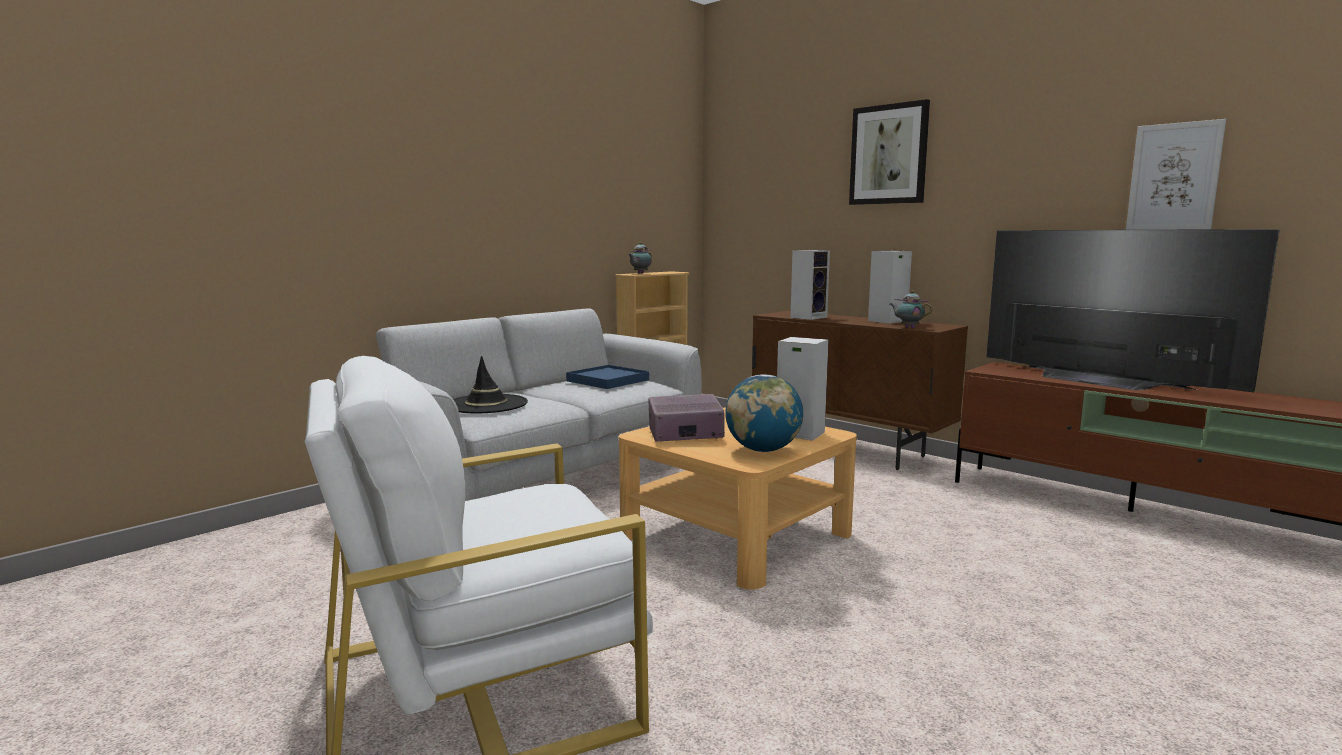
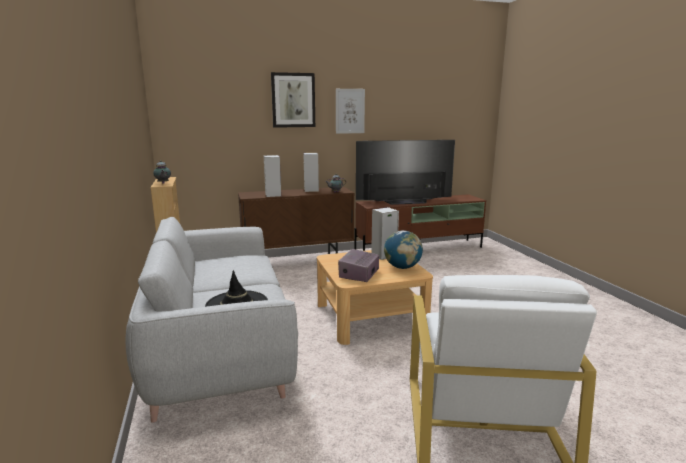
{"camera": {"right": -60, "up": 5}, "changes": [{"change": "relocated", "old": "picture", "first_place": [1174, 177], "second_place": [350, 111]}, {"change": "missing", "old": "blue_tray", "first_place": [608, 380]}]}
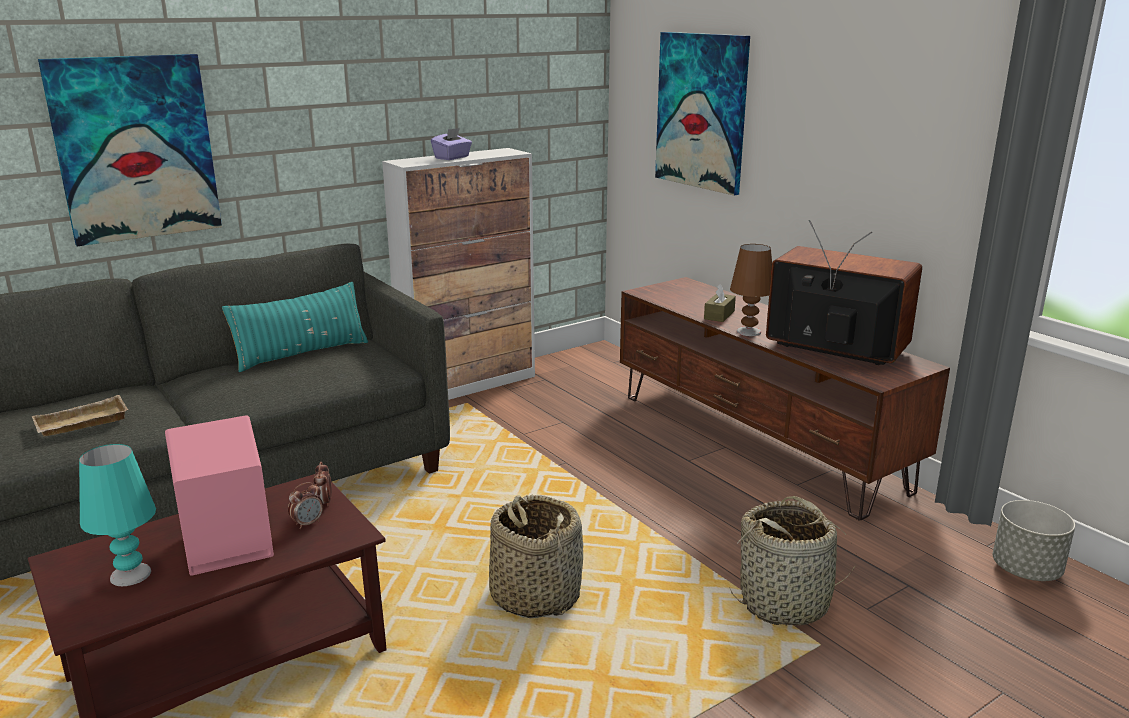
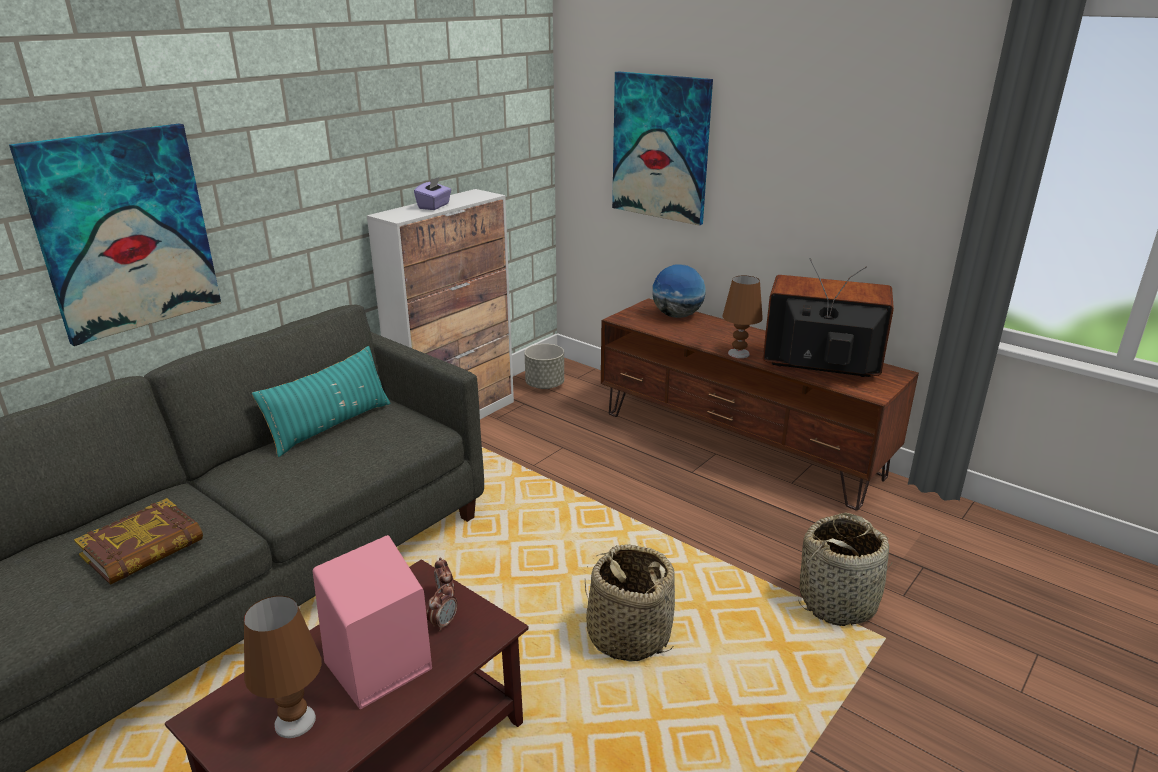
{"camera": {"right": -15, "up": 5}, "changes": [{"change": "missing", "old": "brown_tissue_box", "first_place": [719, 315]}, {"change": "exchanged", "old": "beige_tray", "new": "book", "first_place": [81, 424], "second_place": [143, 548]}, {"change": "colour", "old": "turquoise_table_lamp", "new": "brown_table_lamp", "first_place": [131, 574], "second_place": [295, 721]}, {"change": "relocated", "old": "grey_planter", "first_place": [1026, 570], "second_place": [545, 385]}, {"change": "appeared", "new": "globe", "second_place": [677, 316]}]}
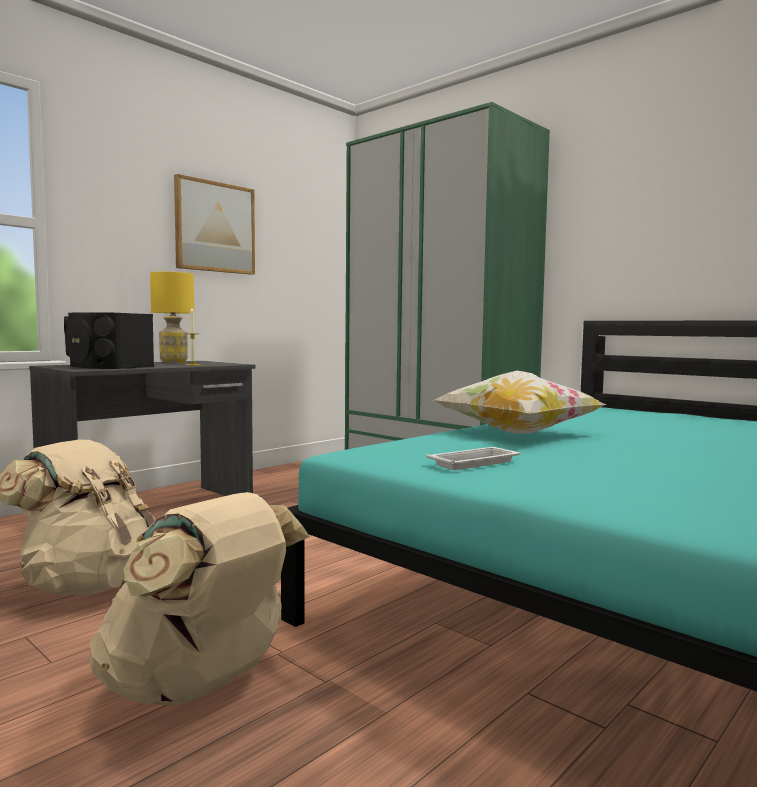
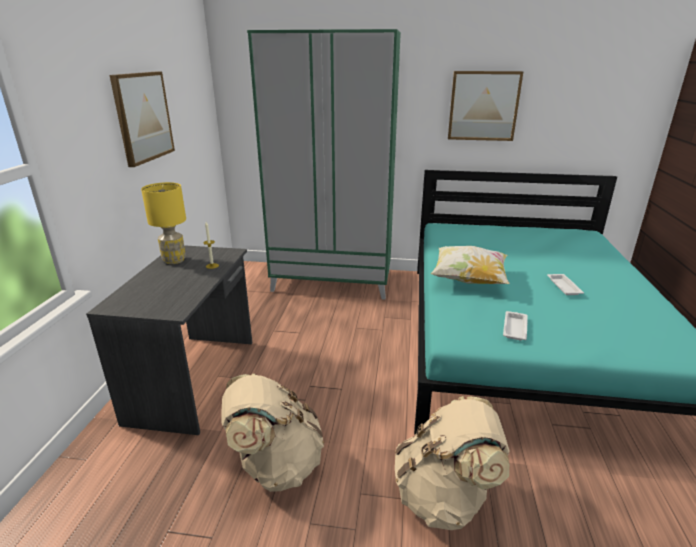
{"camera": {"right": -35, "up": 20}, "changes": [{"change": "missing", "old": "black_speaker", "first_place": [105, 366]}, {"change": "appeared", "new": "picture", "second_place": [483, 106]}, {"change": "appeared", "new": "white_tray", "second_place": [563, 286]}]}
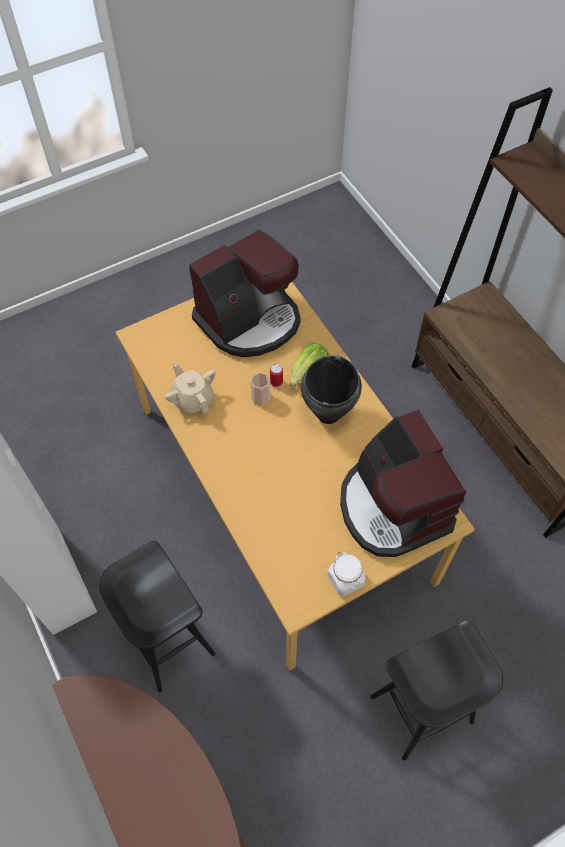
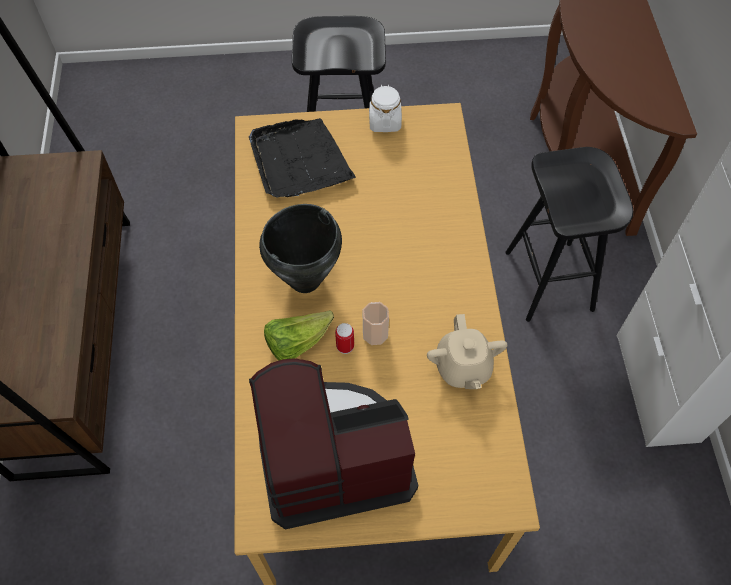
{"camera": {"right": -155, "up": 0}, "changes": [{"change": "exchanged", "old": "coffee_machine", "new": "black_tray", "first_place": [392, 507], "second_place": [299, 161]}]}
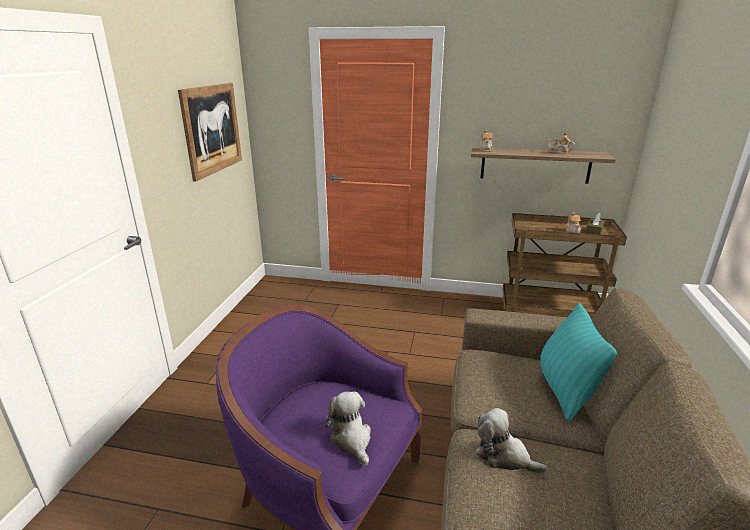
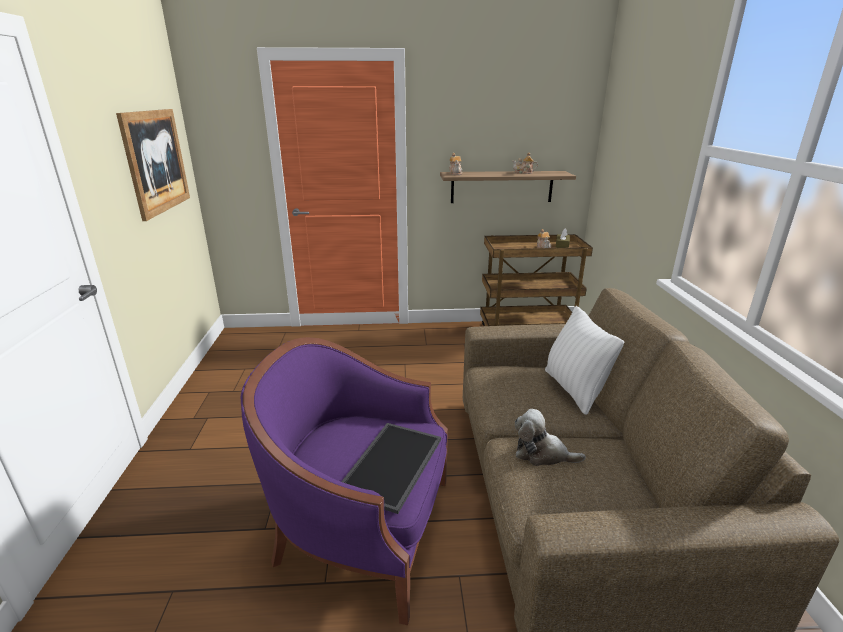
{"camera": {"right": -15, "up": 0}, "changes": [{"change": "colour", "old": "turquoise_pillow", "new": "white_pillow", "first_place": [565, 391], "second_place": [574, 390]}, {"change": "exchanged", "old": "plush_toy", "new": "tray", "first_place": [351, 439], "second_place": [393, 466]}]}
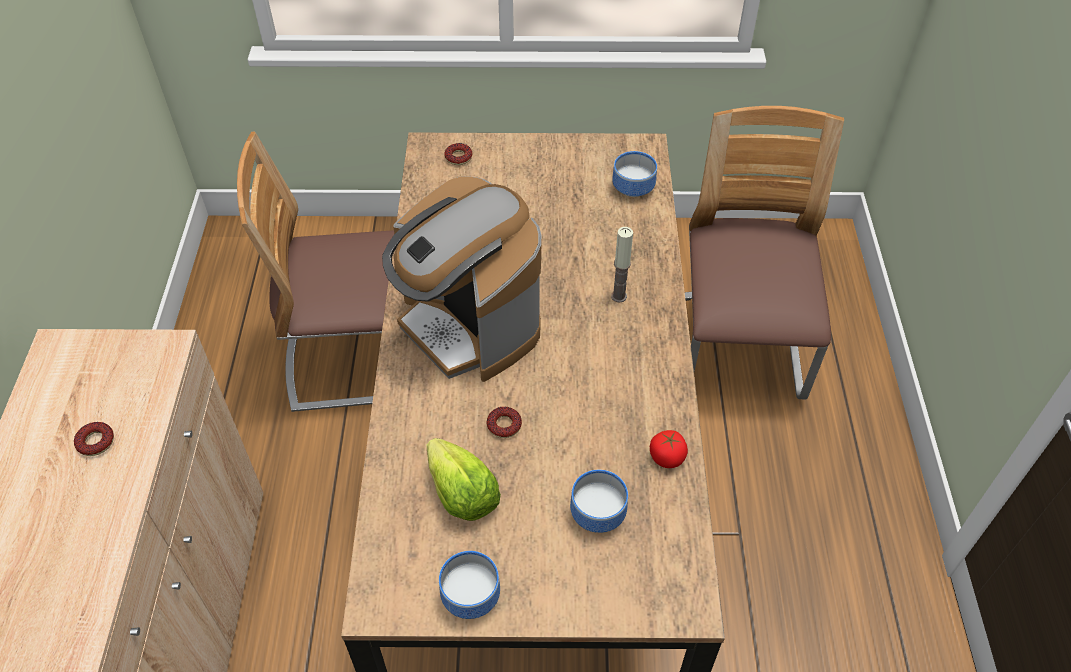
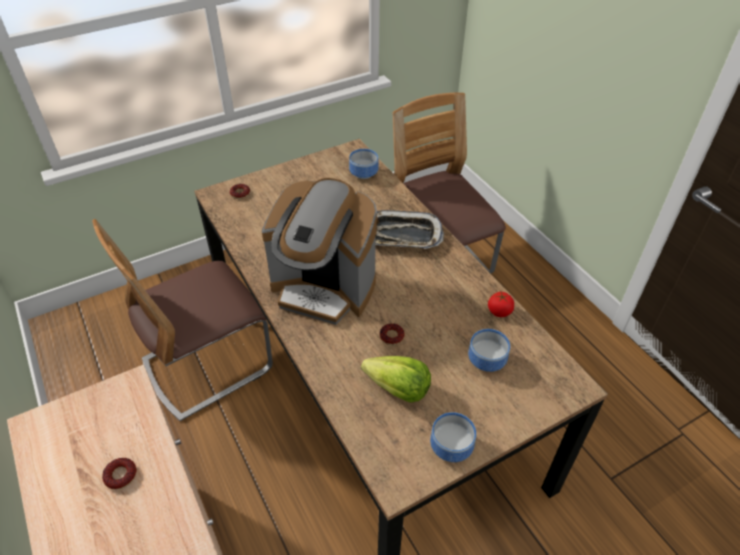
{"camera": {"right": -30, "up": -5}, "changes": [{"change": "exchanged", "old": "candle", "new": "tray", "first_place": [619, 296], "second_place": [402, 235]}]}
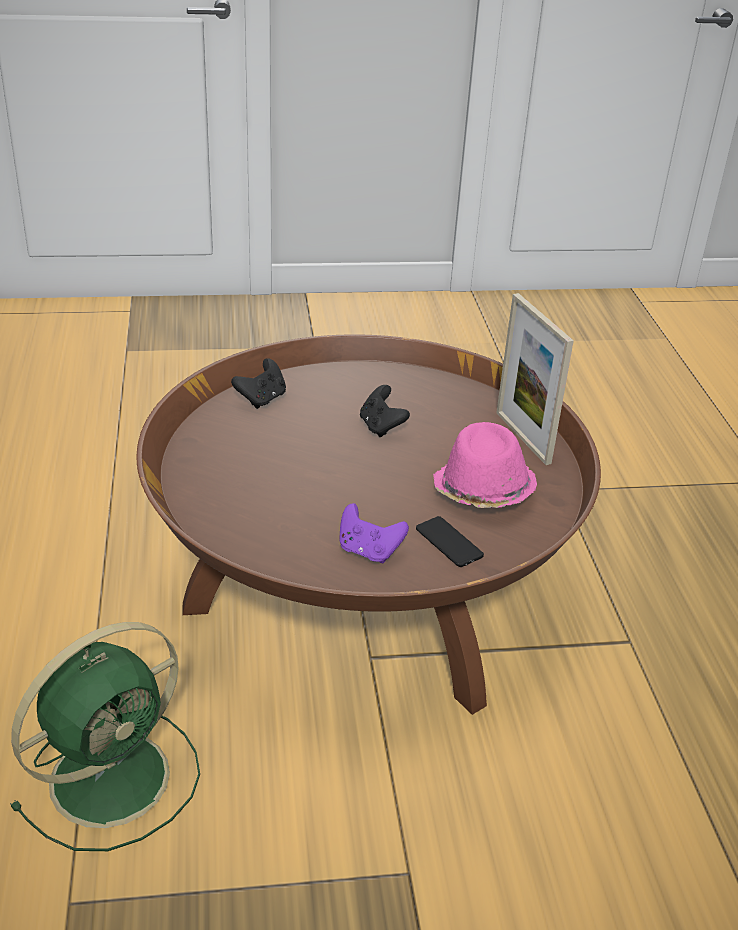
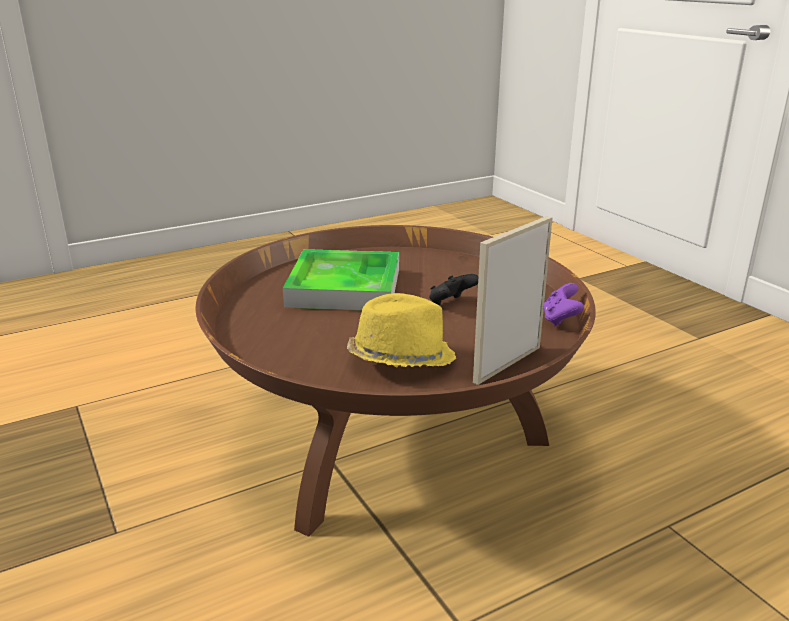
{"camera": {"right": 70, "up": -10}, "changes": [{"change": "missing", "old": "black_game_controller", "first_place": [262, 399]}, {"change": "colour", "old": "pink_hat", "new": "yellow_hat", "first_place": [482, 491], "second_place": [399, 359]}, {"change": "relocated", "old": "purple_game_controller", "first_place": [368, 551], "second_place": [560, 320]}, {"change": "missing", "old": "phone", "first_place": [449, 542]}, {"change": "missing", "old": "green_fan", "first_place": [114, 775]}, {"change": "appeared", "new": "tray", "second_place": [344, 287]}]}
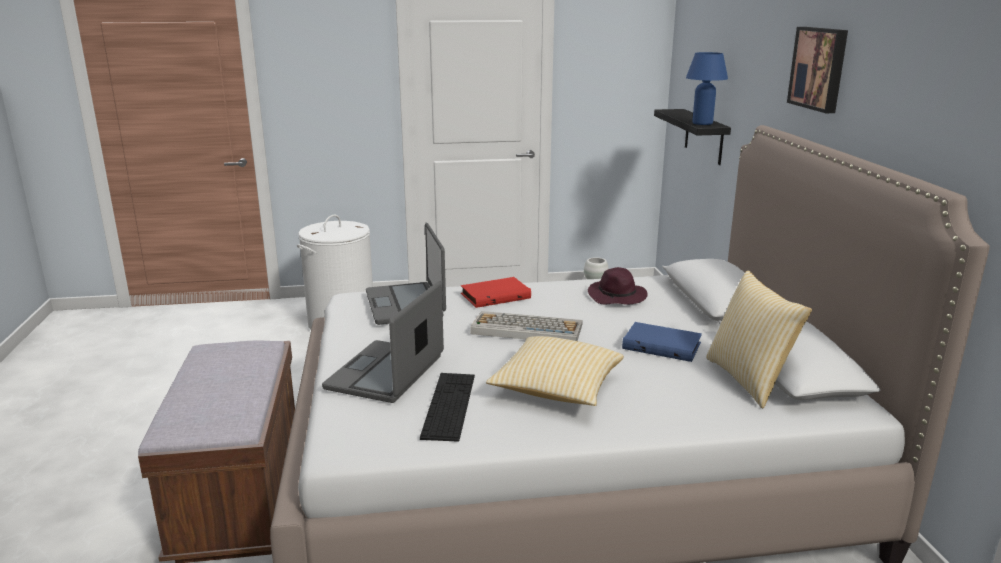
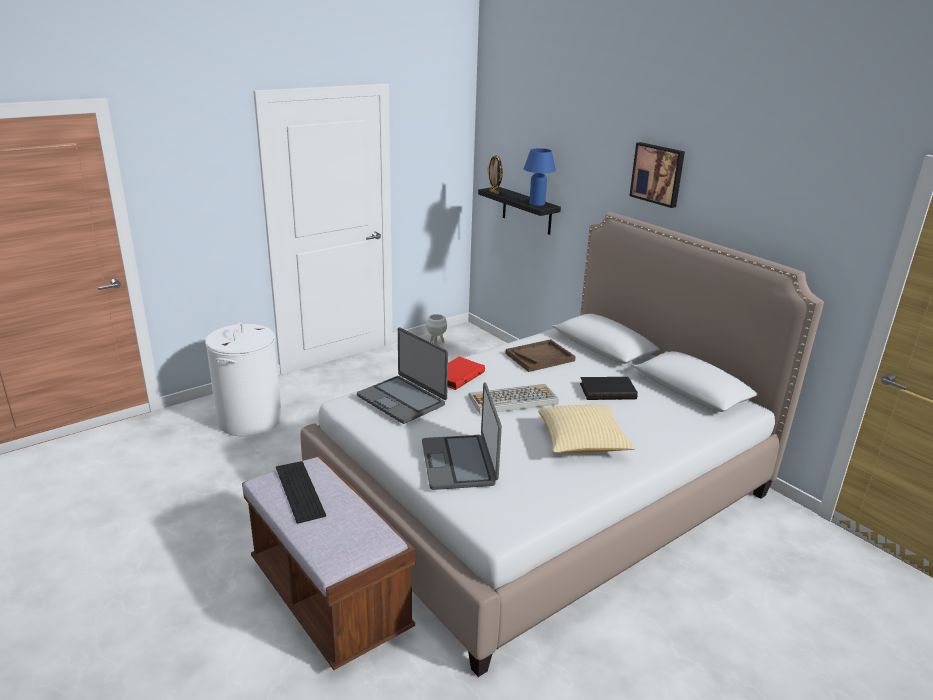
{"camera": {"right": -30, "up": 5}, "changes": [{"change": "exchanged", "old": "purple_hat", "new": "brown_tray", "first_place": [617, 297], "second_place": [540, 357]}, {"change": "missing", "old": "pillow", "first_place": [749, 380]}, {"change": "colour", "old": "blue_book", "new": "black_book", "first_place": [662, 345], "second_place": [607, 391]}, {"change": "relocated", "old": "keyboard", "first_place": [449, 405], "second_place": [299, 491]}, {"change": "appeared", "new": "picture_frame", "second_place": [494, 192]}]}
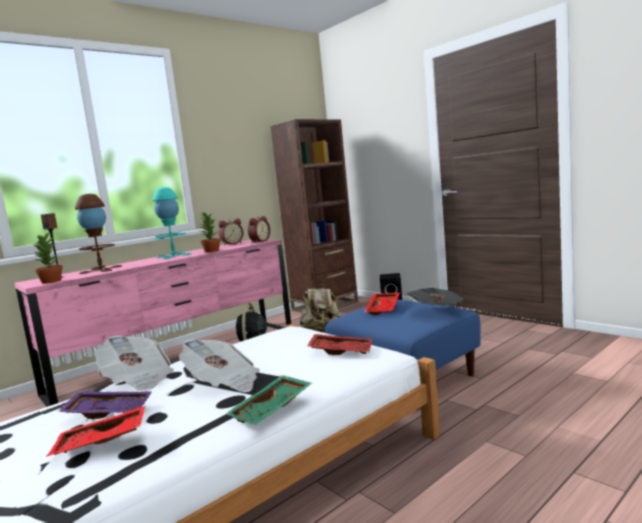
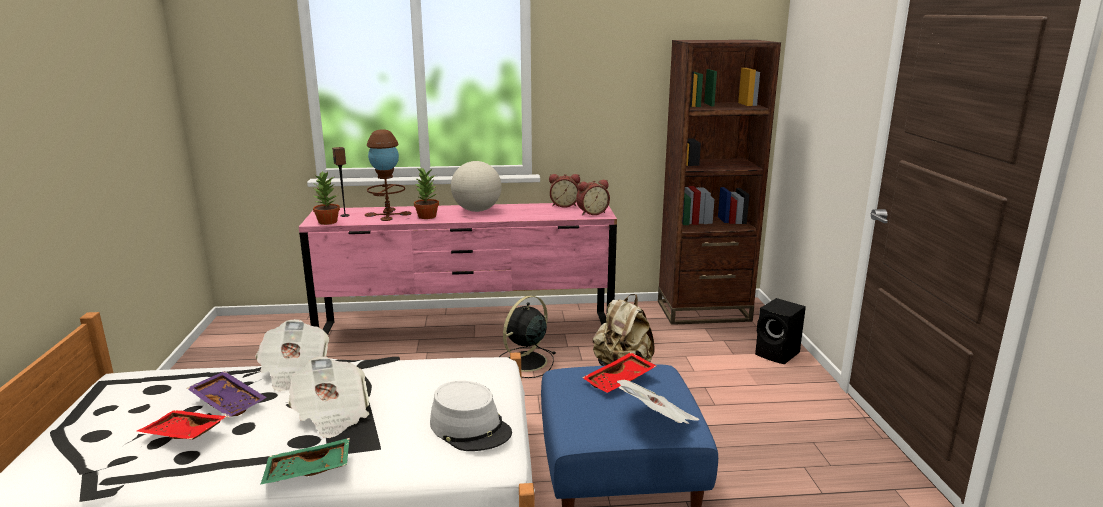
{"camera": {"right": 35, "up": 10}, "changes": [{"change": "exchanged", "old": "turquoise_table_lamp", "new": "globe", "first_place": [173, 255], "second_place": [477, 210]}, {"change": "relocated", "old": "potted_plant", "first_place": [211, 251], "second_place": [426, 216]}, {"change": "exchanged", "old": "red_tray", "new": "grey_hat", "first_place": [341, 351], "second_place": [470, 428]}]}
